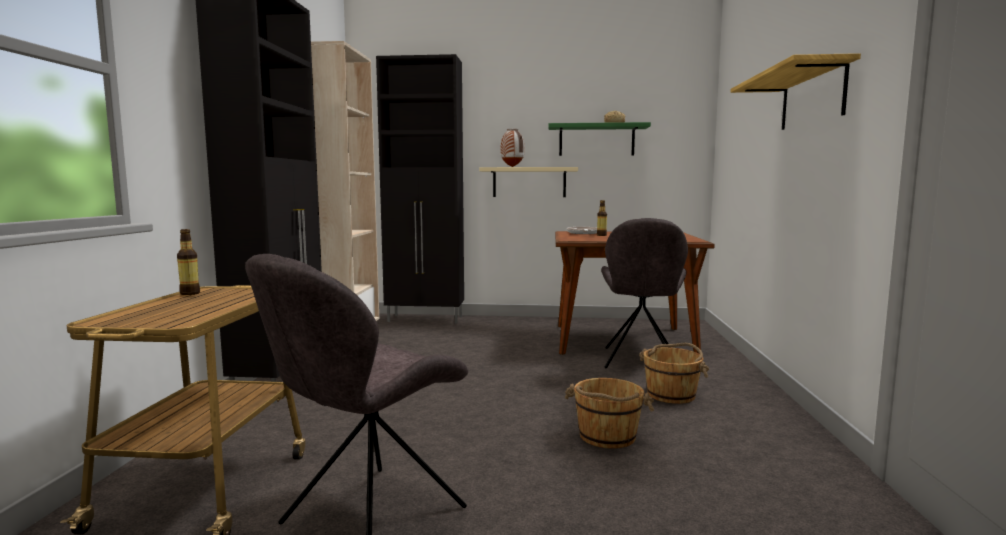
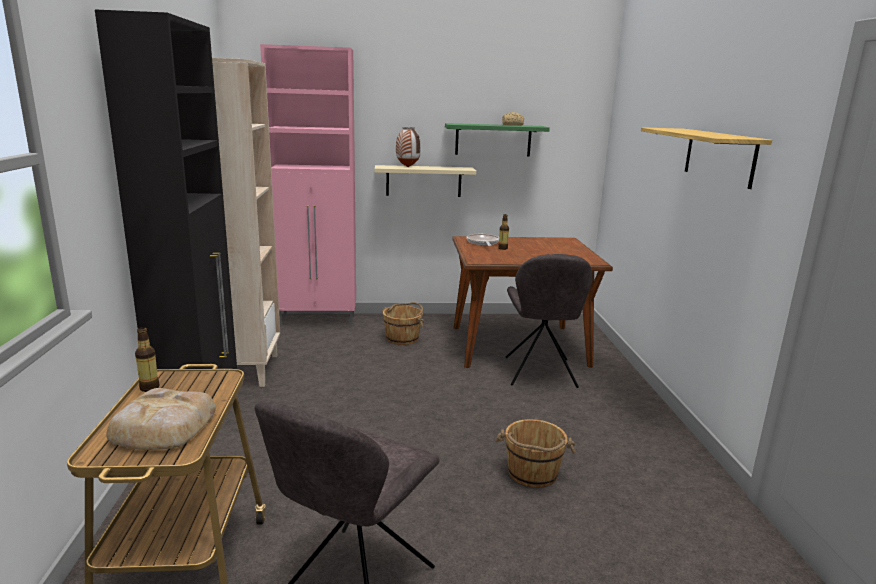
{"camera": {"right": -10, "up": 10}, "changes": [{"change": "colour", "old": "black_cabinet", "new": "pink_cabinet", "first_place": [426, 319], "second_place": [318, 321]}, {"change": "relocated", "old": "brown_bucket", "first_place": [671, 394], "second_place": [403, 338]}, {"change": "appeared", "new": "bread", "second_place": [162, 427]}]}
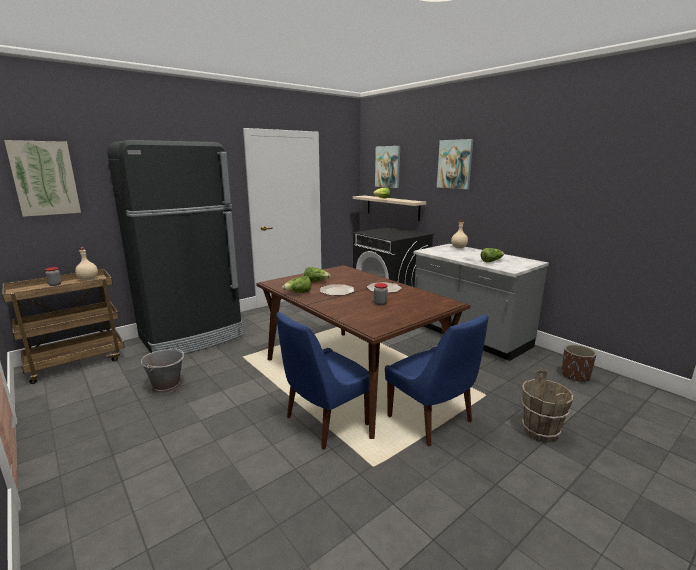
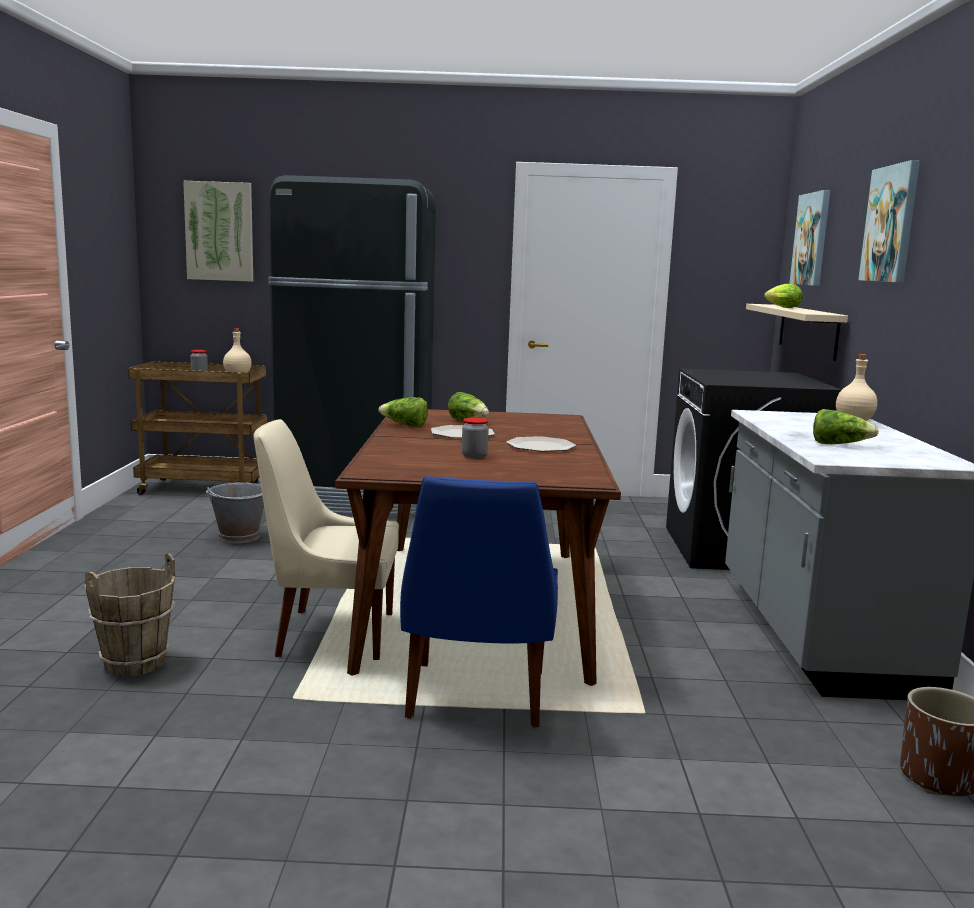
{"camera": {"right": 40, "up": -5}, "changes": [{"change": "colour", "old": "blue_chair", "new": "beige_chair", "first_place": [324, 422], "second_place": [330, 634]}, {"change": "relocated", "old": "brown_bucket", "first_place": [539, 432], "second_place": [134, 663]}]}
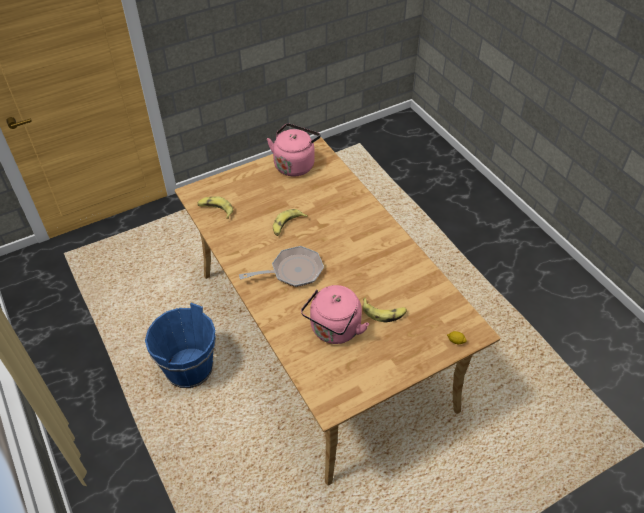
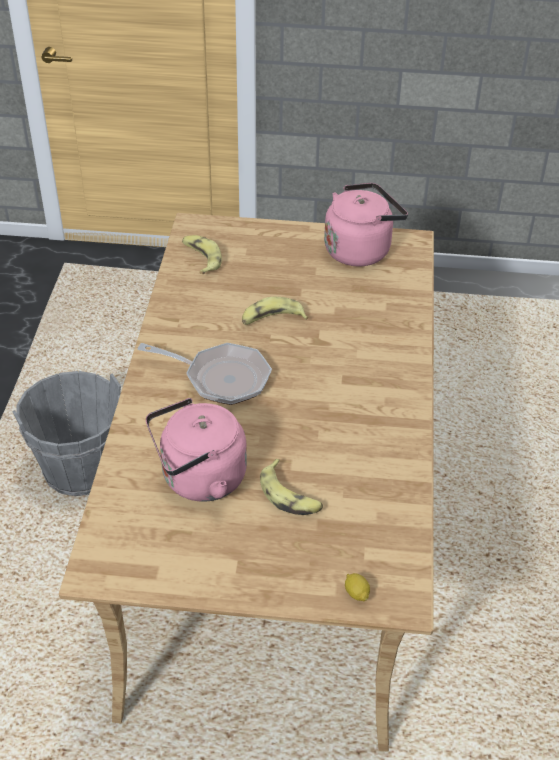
{"camera": {"right": 35, "up": -5}, "changes": [{"change": "colour", "old": "blue_bucket", "new": "grey_bucket", "first_place": [189, 369], "second_place": [80, 471]}]}
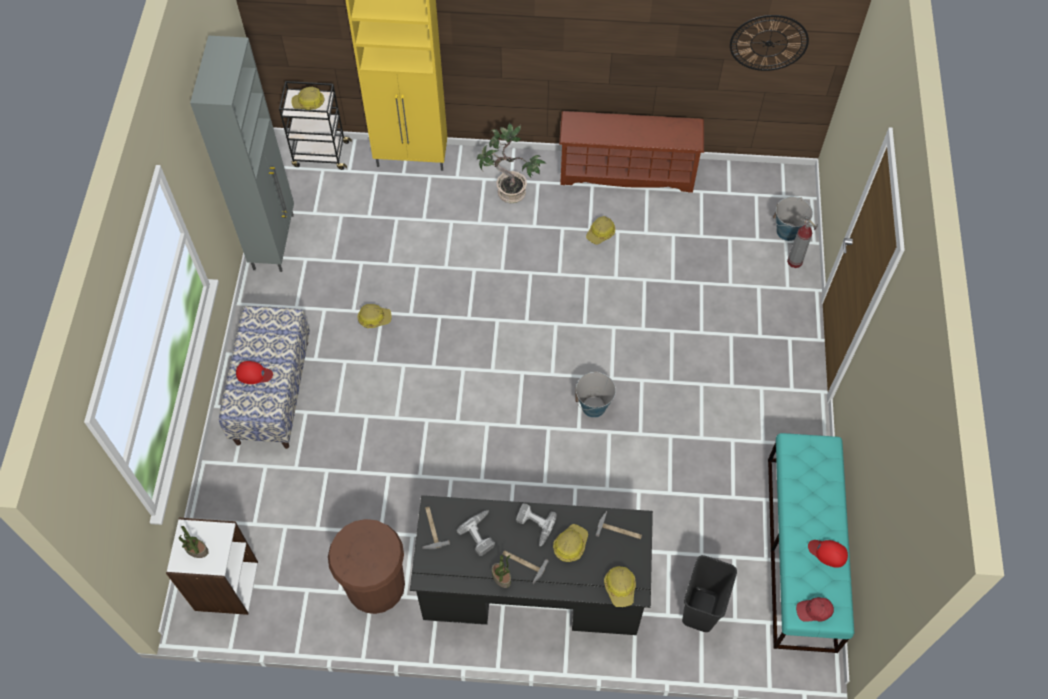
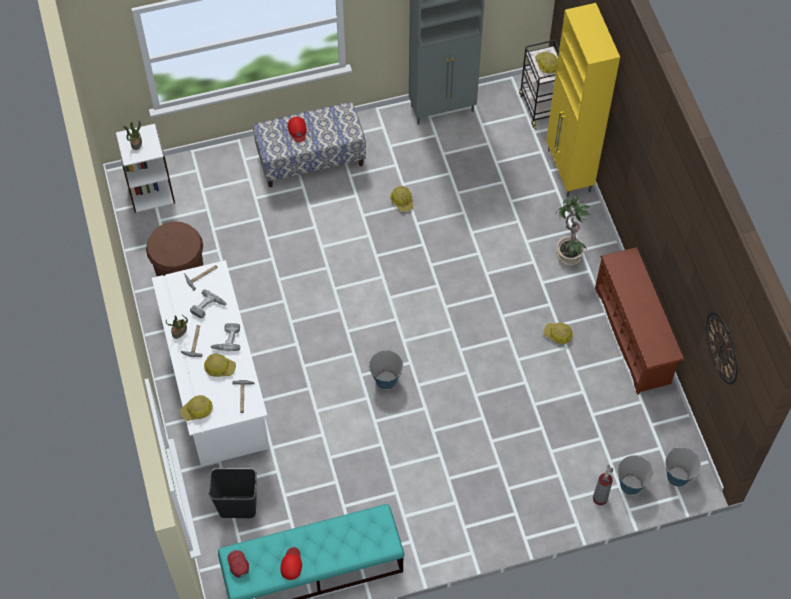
{"camera": {"right": 70, "up": 0}, "changes": [{"change": "colour", "old": "black_desk", "new": "white_desk", "first_place": [532, 587], "second_place": [216, 384]}, {"change": "appeared", "new": "bucket", "second_place": [677, 476]}]}
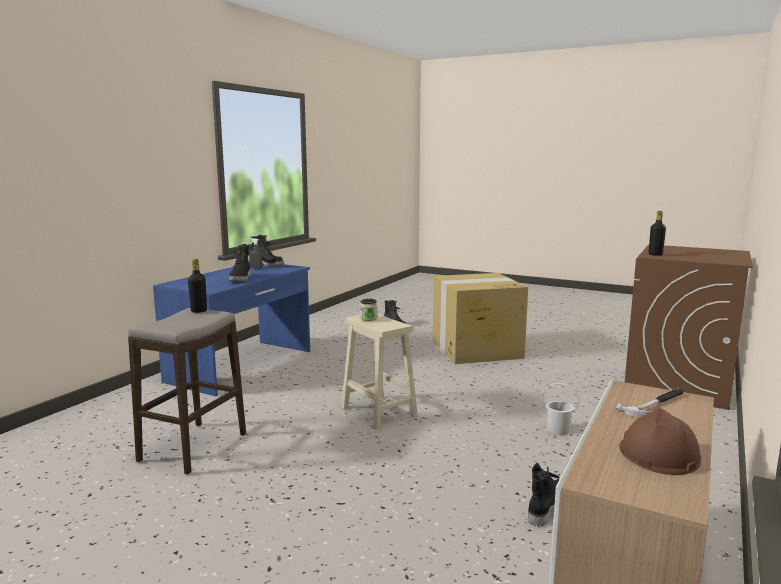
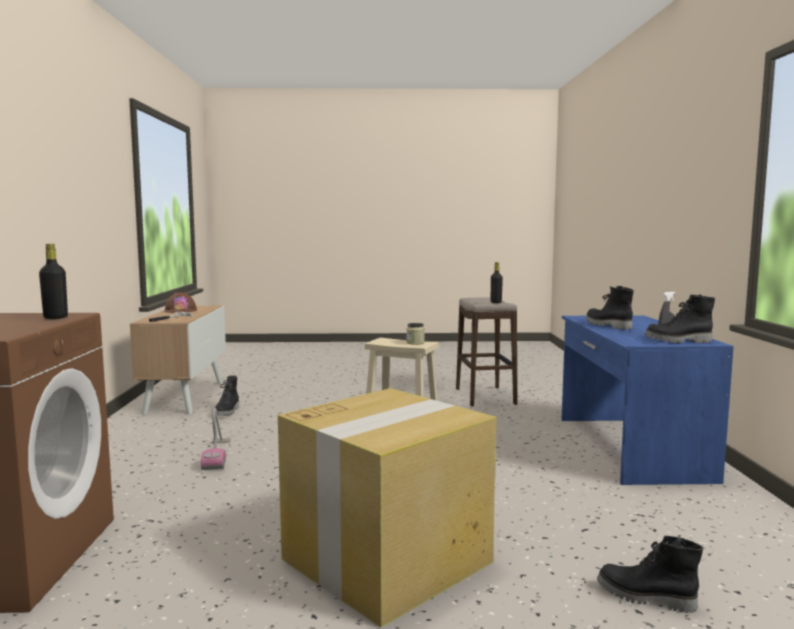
{"camera": {"right": 150, "up": -5}, "changes": [{"change": "exchanged", "old": "white_bucket", "new": "vacuum_cleaner", "first_place": [558, 429], "second_place": [217, 455]}]}
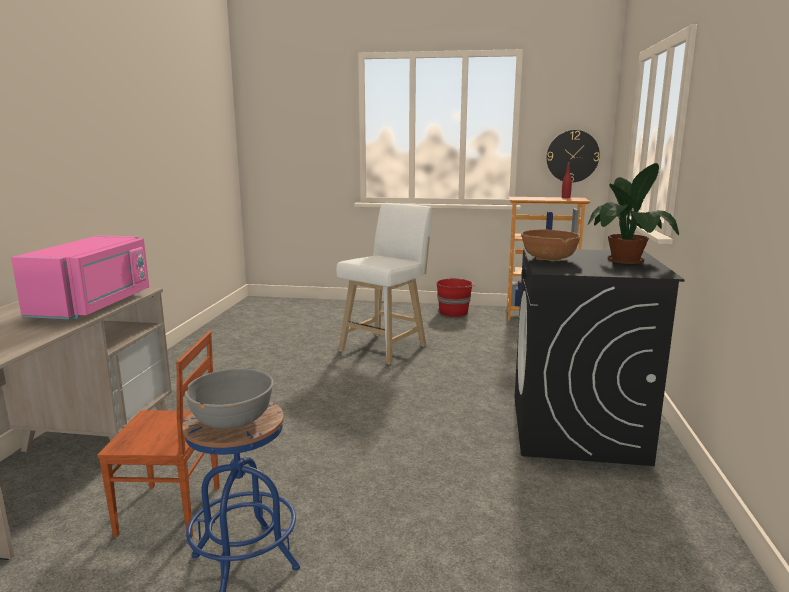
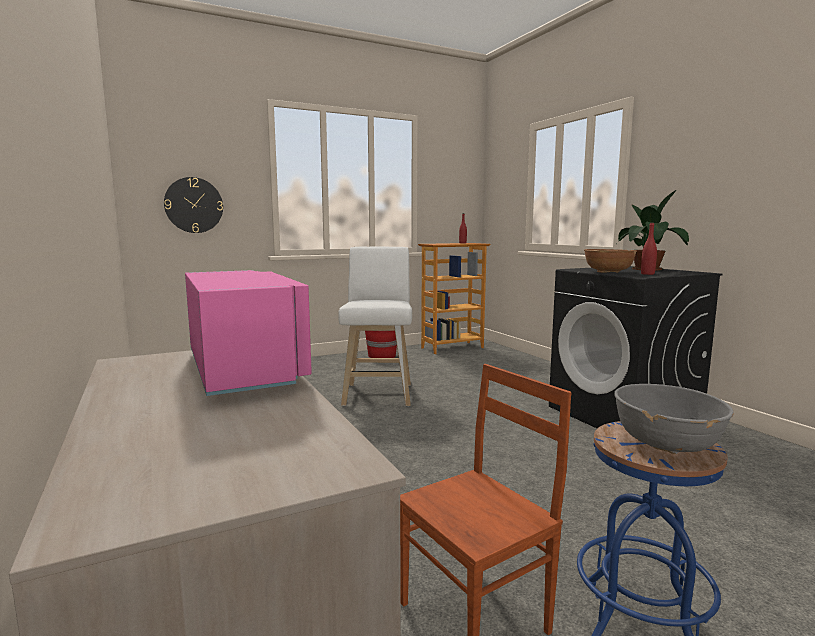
{"camera": {"right": -35, "up": -5}, "changes": [{"change": "relocated", "old": "wall_clock", "first_place": [572, 156], "second_place": [194, 205]}, {"change": "appeared", "new": "red_bottle", "second_place": [647, 274]}]}
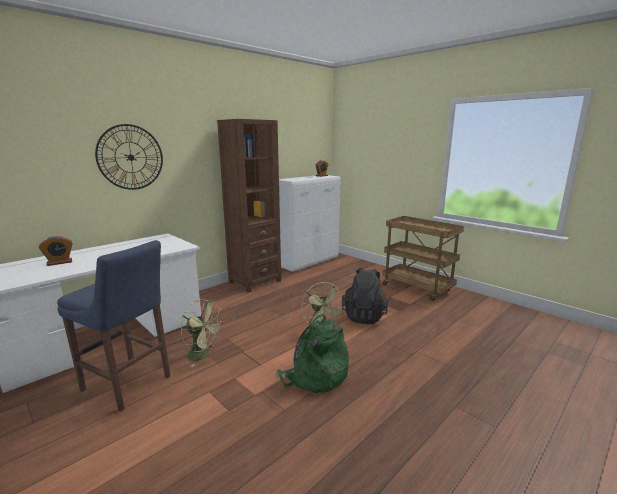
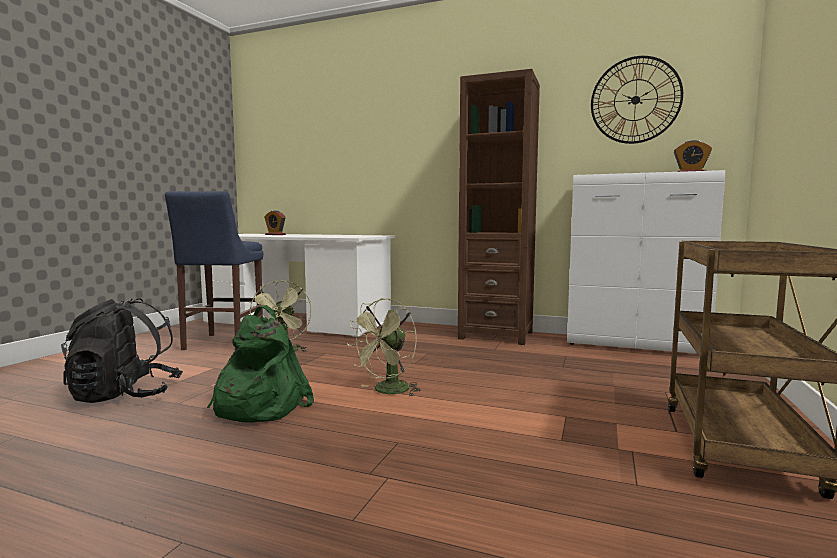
{"camera": {"right": 65, "up": -10}, "changes": [{"change": "relocated", "old": "wall_clock", "first_place": [130, 157], "second_place": [635, 100]}, {"change": "relocated", "old": "black_backpack", "first_place": [364, 316], "second_place": [125, 395]}]}
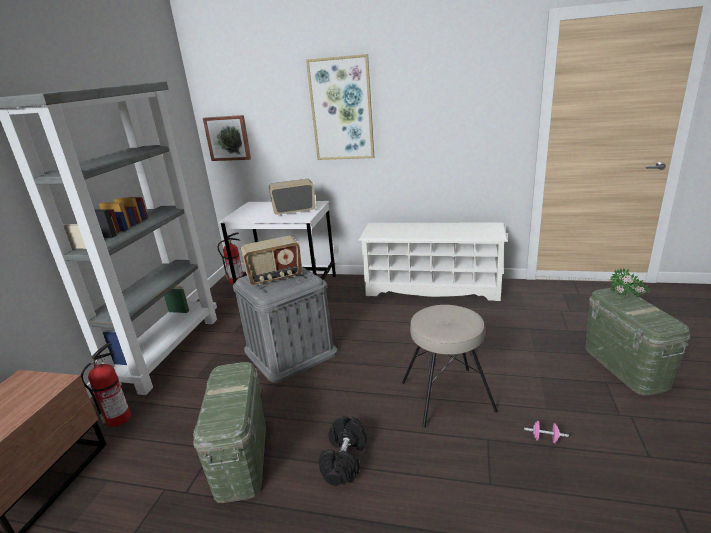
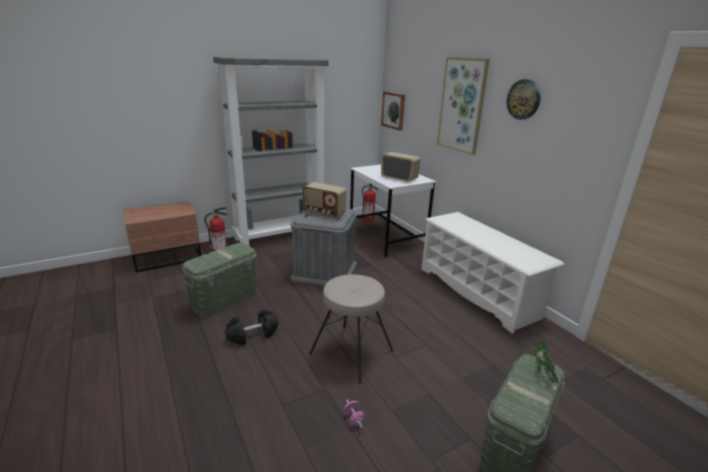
{"camera": {"right": 45, "up": 0}, "changes": [{"change": "appeared", "new": "wall_clock", "second_place": [523, 99]}]}
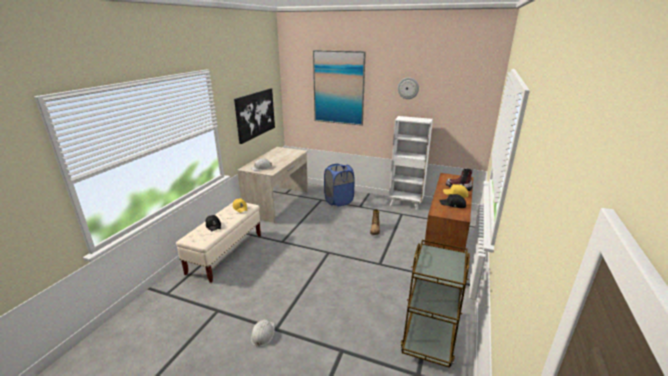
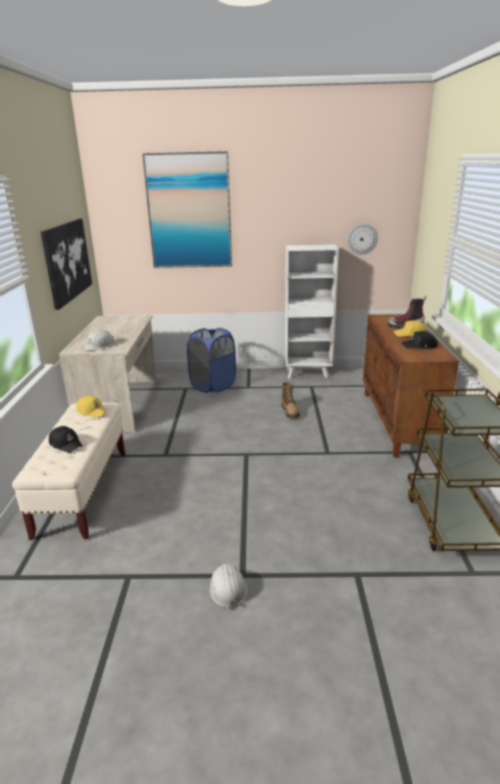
{"camera": {"right": -20, "up": 0}, "changes": [{"change": "relocated", "old": "wall_clock", "first_place": [408, 88], "second_place": [362, 239]}]}
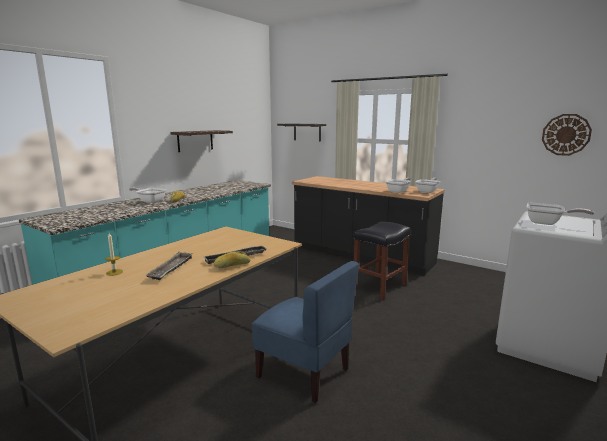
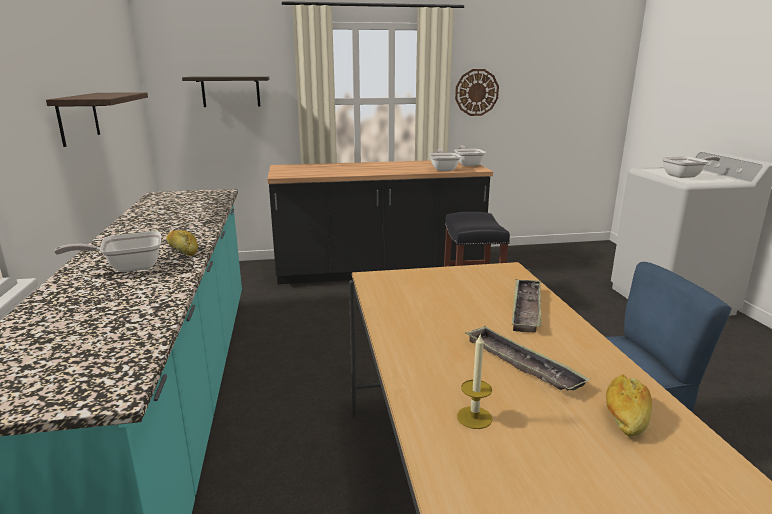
{"camera": {"right": -45, "up": 5}, "changes": [{"change": "relocated", "old": "wall_clock", "first_place": [566, 134], "second_place": [476, 92]}, {"change": "relocated", "old": "bread", "first_place": [232, 266], "second_place": [625, 415]}]}
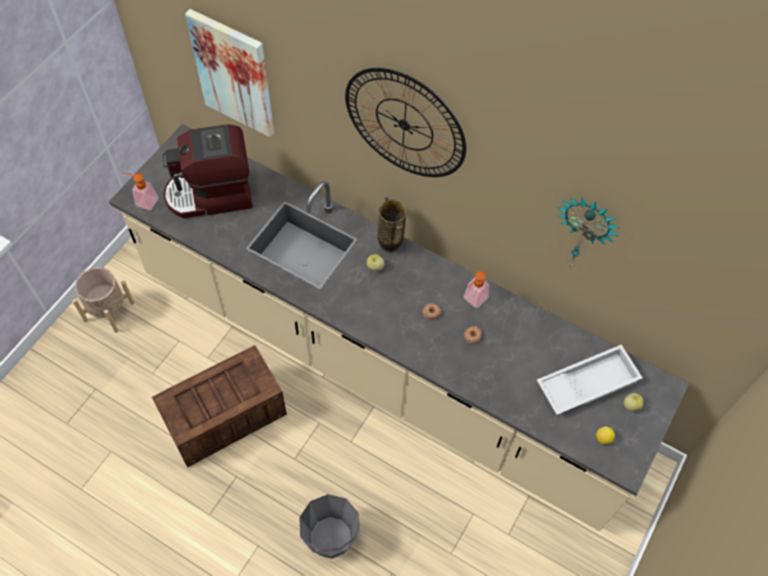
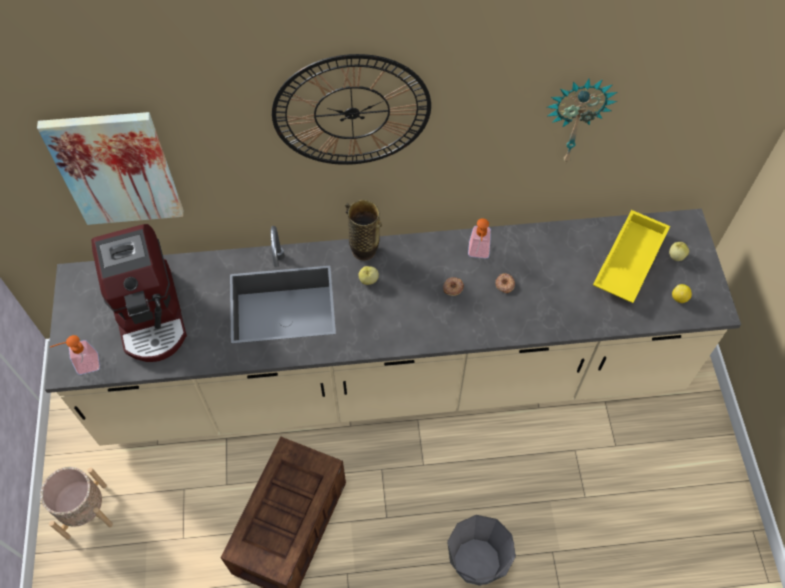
{"camera": {"right": -35, "up": 0}, "changes": [{"change": "spun", "old": "coffee_machine", "first_place": [211, 195], "second_place": [151, 314], "degrees": -60}, {"change": "colour", "old": "white_tray", "new": "yellow_tray", "first_place": [587, 382], "second_place": [628, 260]}]}
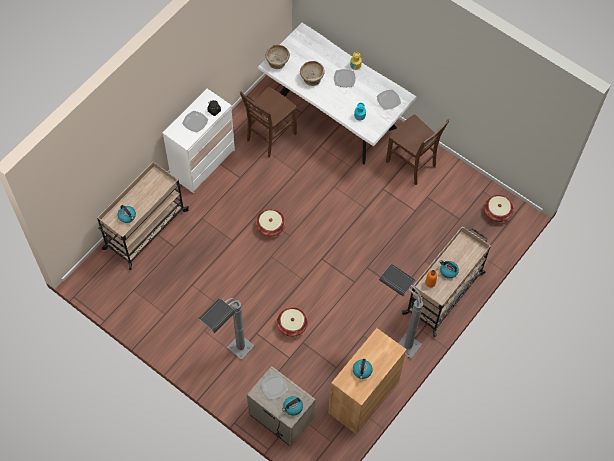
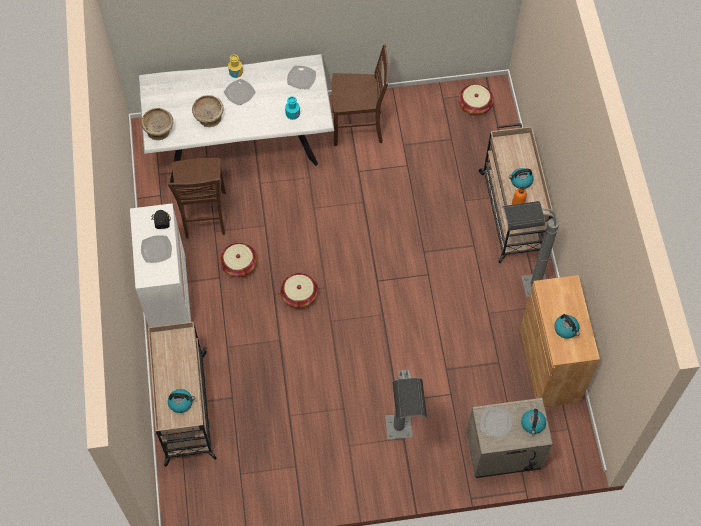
{"camera": {"right": -45, "up": 0}, "changes": [{"change": "relocated", "old": "basket", "first_place": [292, 325], "second_place": [239, 265]}]}
